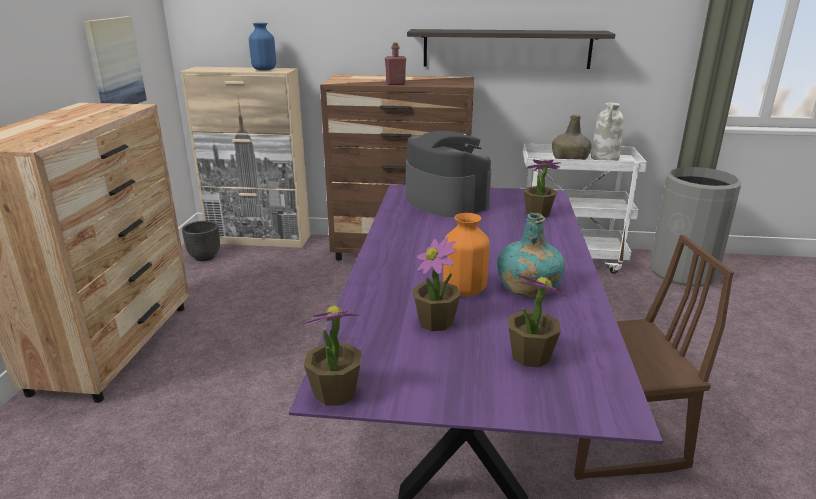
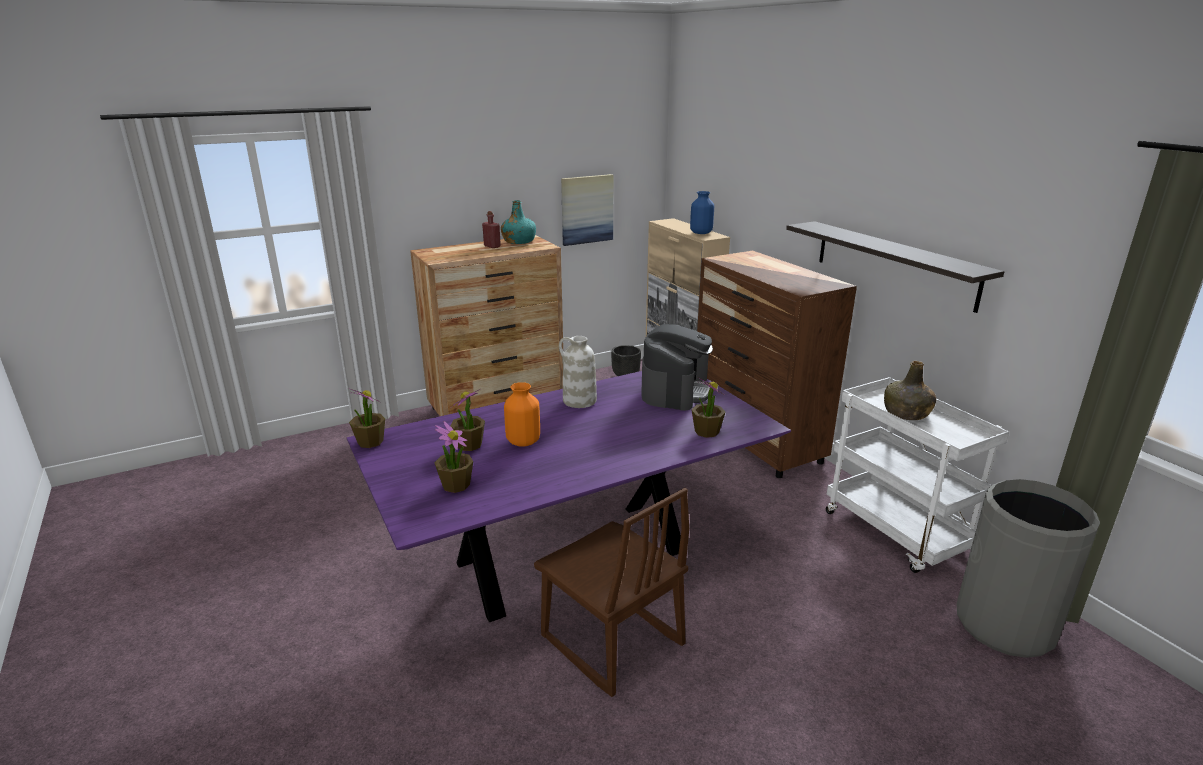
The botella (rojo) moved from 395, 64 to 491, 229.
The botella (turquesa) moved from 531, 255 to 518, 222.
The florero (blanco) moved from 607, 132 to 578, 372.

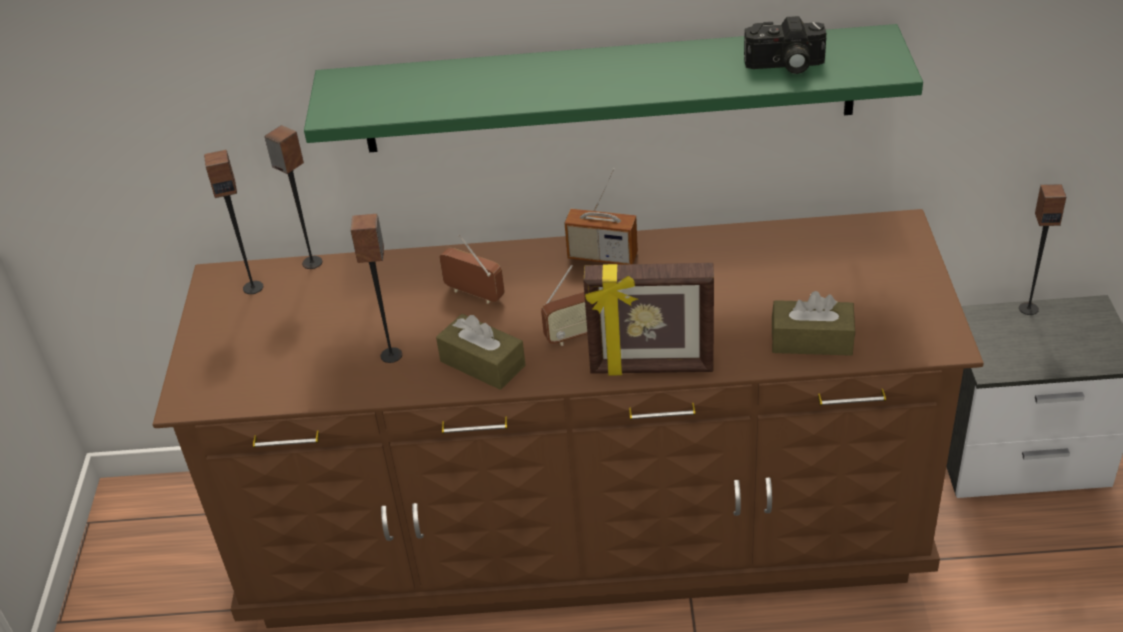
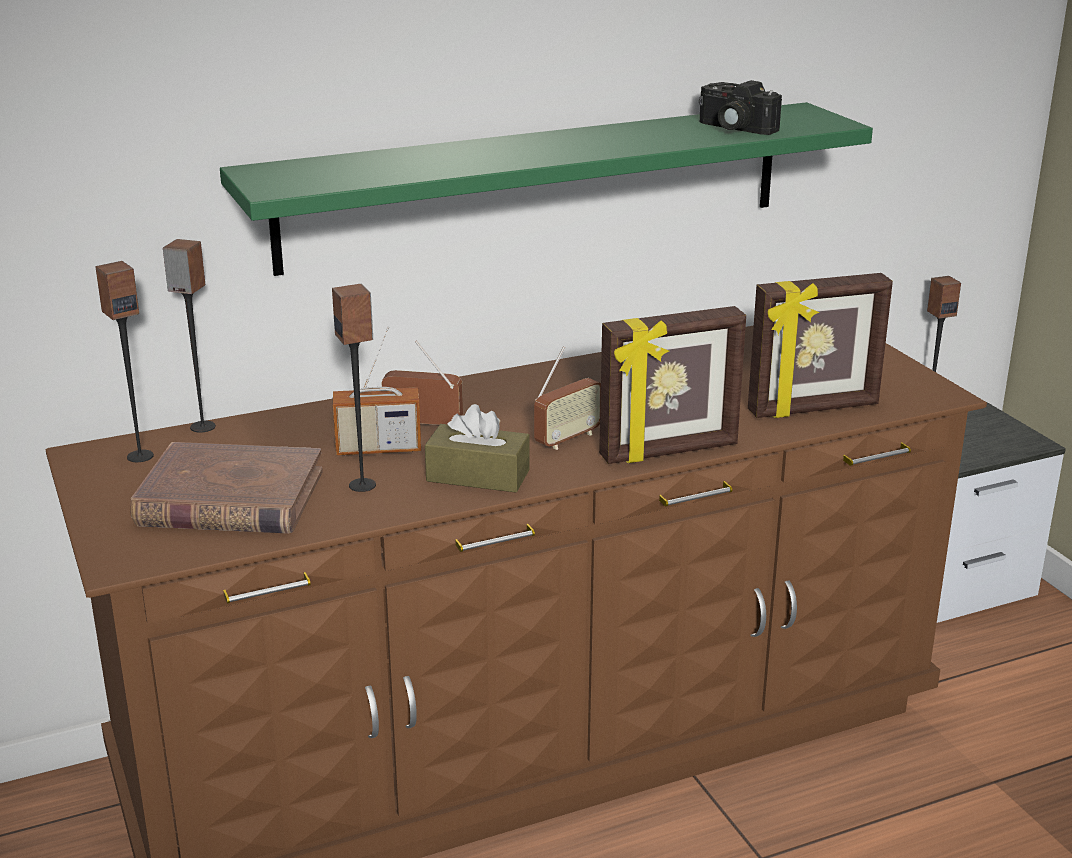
The radio moved from 601, 216 to 377, 391.
The cámara at 785, 45 turned 60 degrees clockwise.
The caja de pañuelos (marrón) at 813, 323 was replaced by the portarretratos at 820, 345.
The libro (marrón) at 226, 488 appeared.

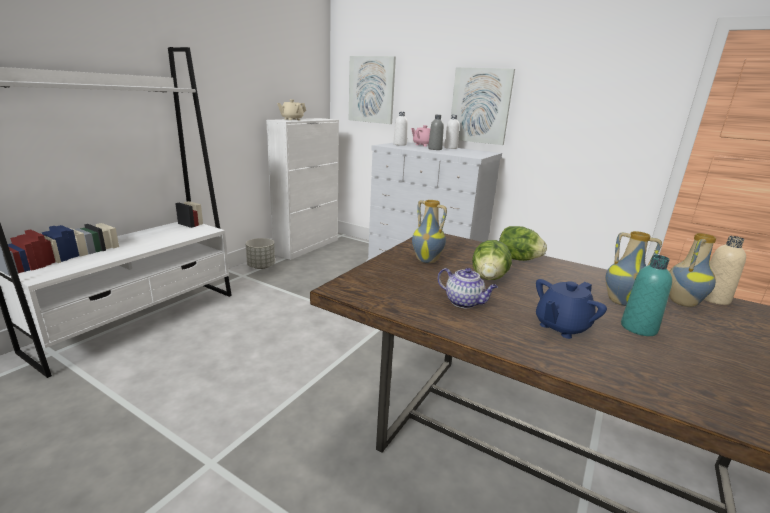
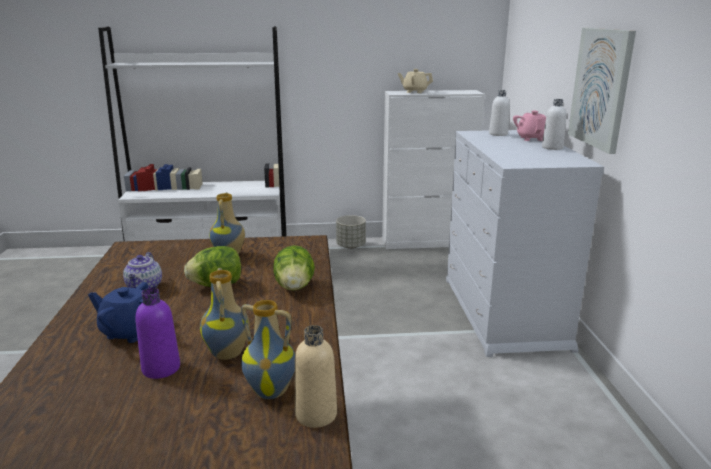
The cuadro at 372, 90 disappeared.
The botella (gris) at 436, 132 disappeared.
The botella (turquesa) at 646, 295 became the botella (morado) at 157, 333.

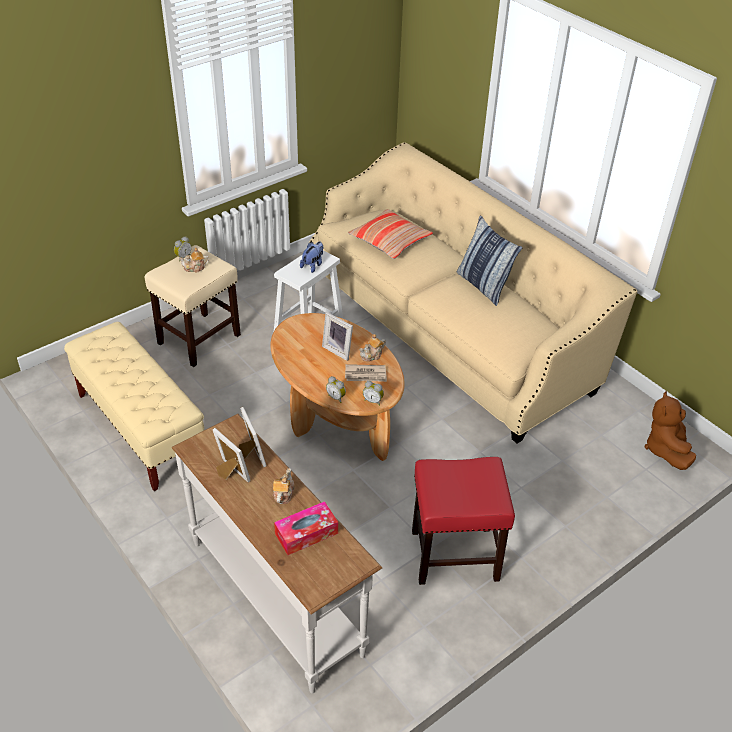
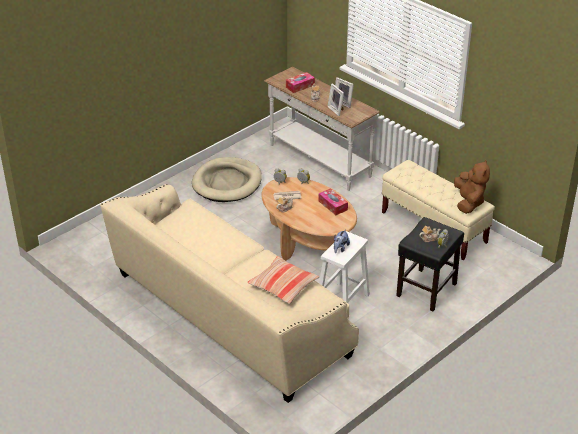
The taburete (beis) at 193, 306 became the taburete (negro) at 430, 264.
The portarretratos at 337, 336 disappeared.
The taburete (rojo) at 463, 521 was replaced by the cama para perro (beis) at 227, 179.
The cojín at 490, 260 disappeared.
The peluche (marrón) moved from 670, 430 to 472, 187.
The caja de pañuelos at 333, 201 appeared.

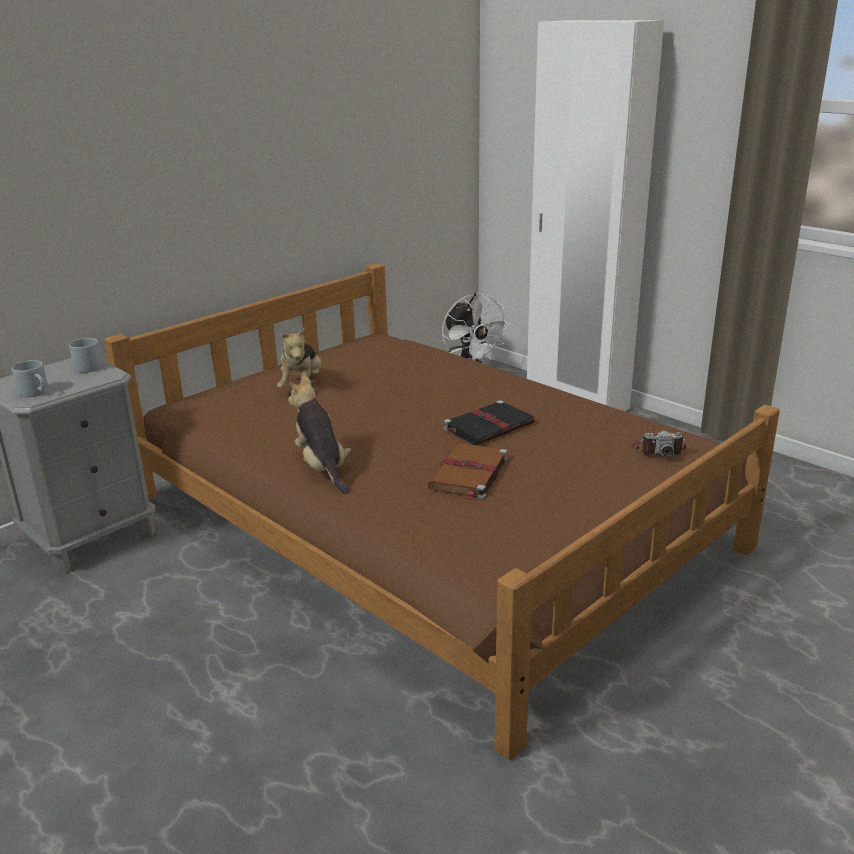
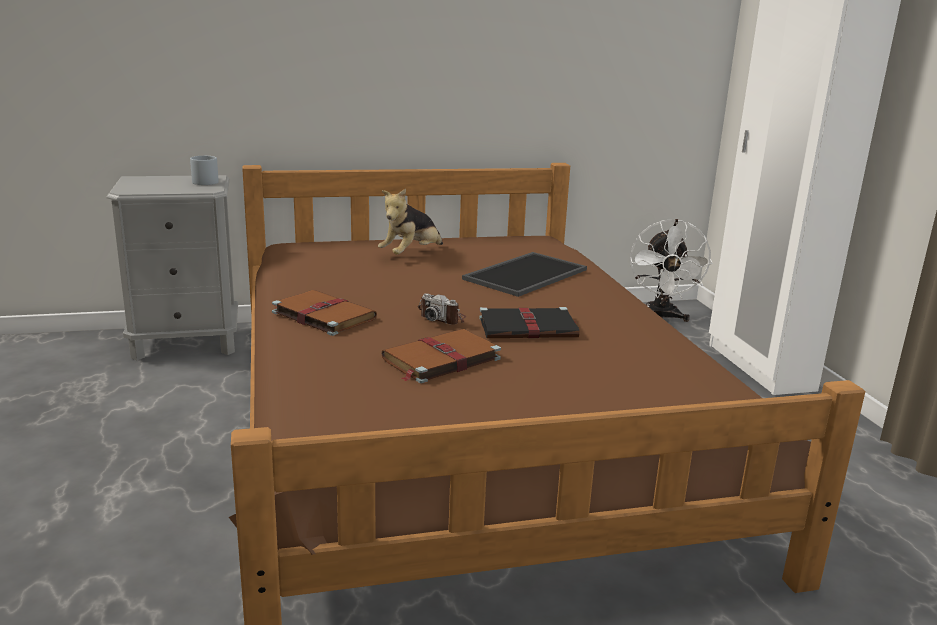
The taza grande (gris) at 30, 378 disappeared.
The peluche at 319, 434 was replaced by the libro (marrón) at 324, 313.
The cámara moved from 658, 443 to 442, 309.
The bandeja at 524, 274 appeared.

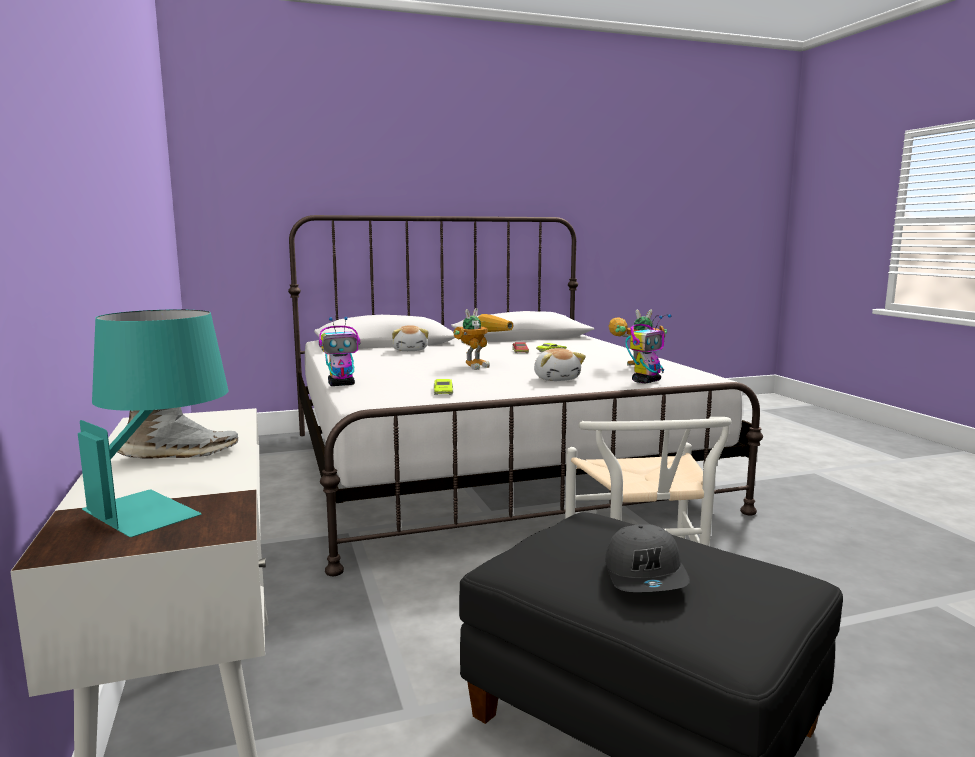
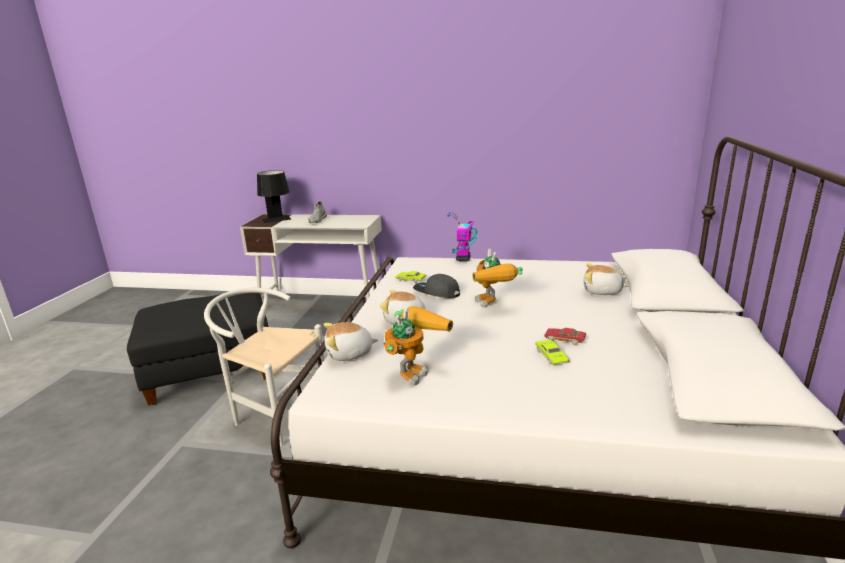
The lámpara de mesa (turquesa) at 153, 423 became the lámpara de mesa (negro) at 274, 196.
The gorra (gris) moved from 647, 558 to 436, 286.
The robot de juguete at 648, 348 was replaced by the peluche at 350, 341.

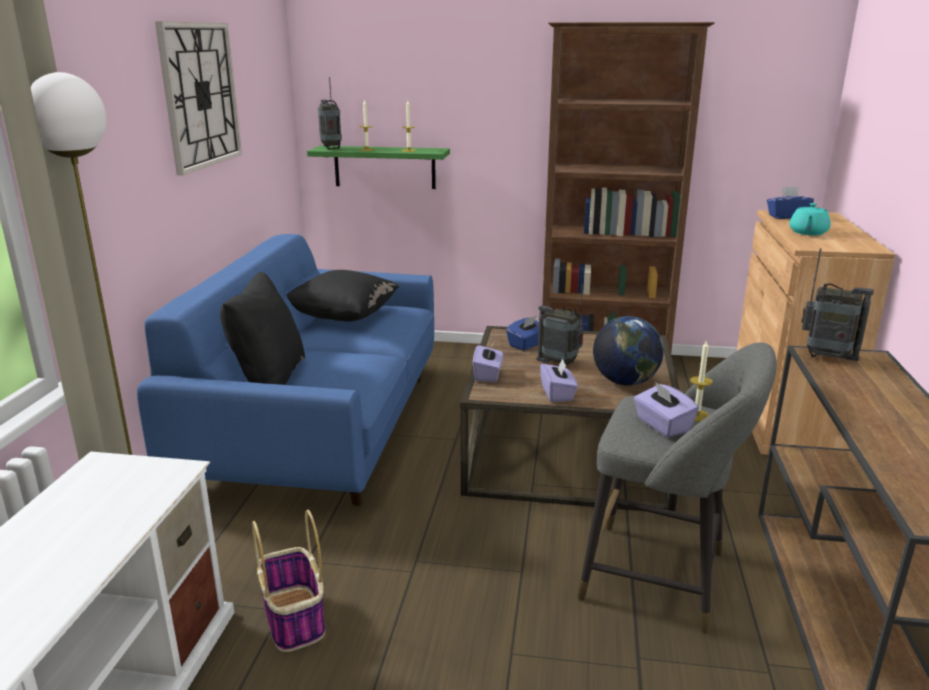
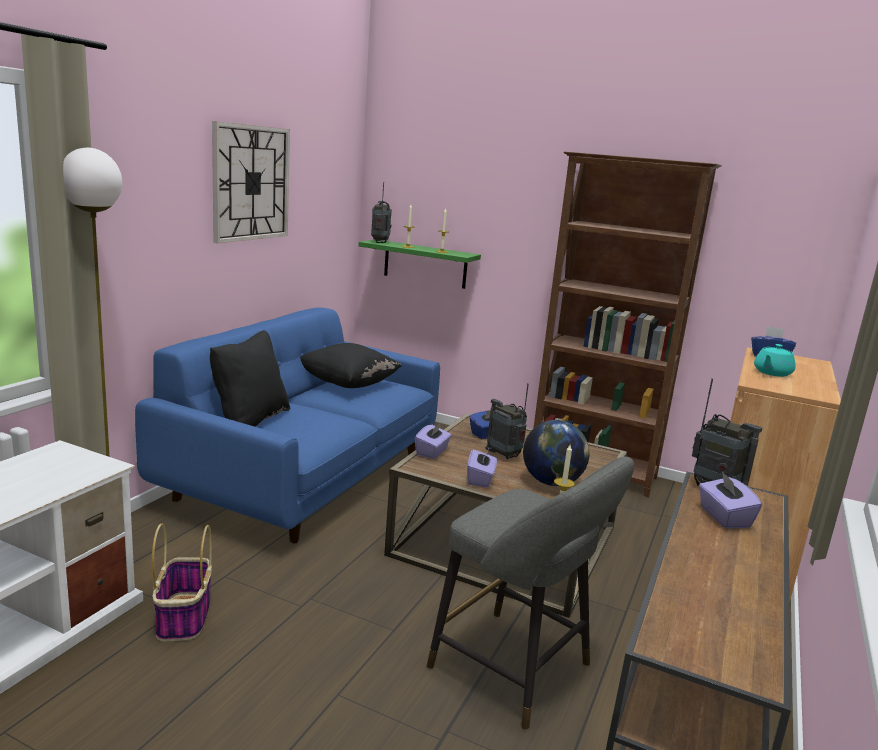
The caja de pañuelos (morado) moved from 666, 409 to 730, 500.

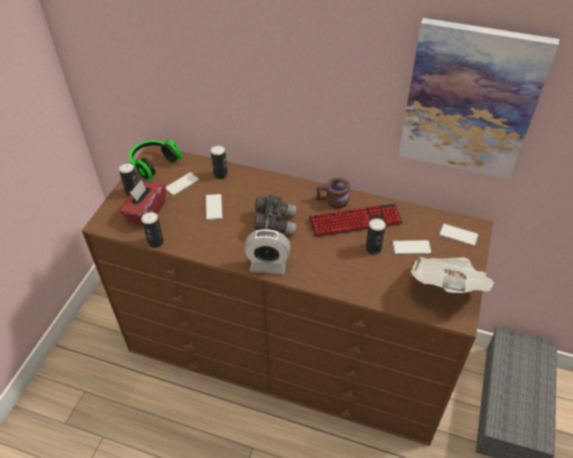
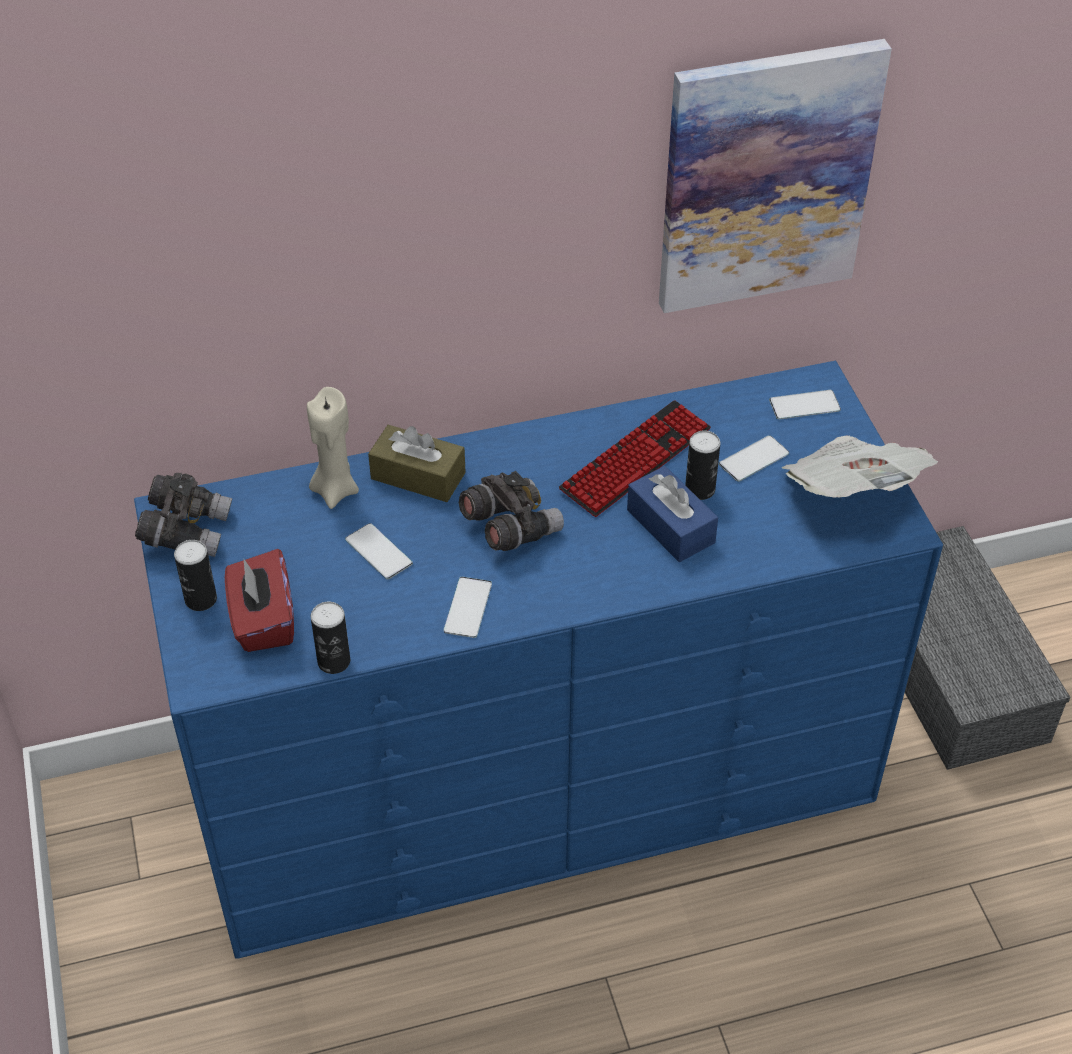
The cómoda (marrón) at 287, 295 became the cómoda (azul) at 538, 660.
The auriculares at 155, 160 was replaced by the prismáticos (gris) at 183, 515.
The móvil moved from 183, 184 to 467, 607.
The lata at 219, 162 was replaced by the vela (beis) at 333, 448.
The despertador at 267, 251 disappeared.
The taza grande (marrón) at 333, 193 disappeared.
The caja de pañuelos (marrón) at 417, 463 appeared.
The caja de pañuelos (azul) at 672, 514 appeared.

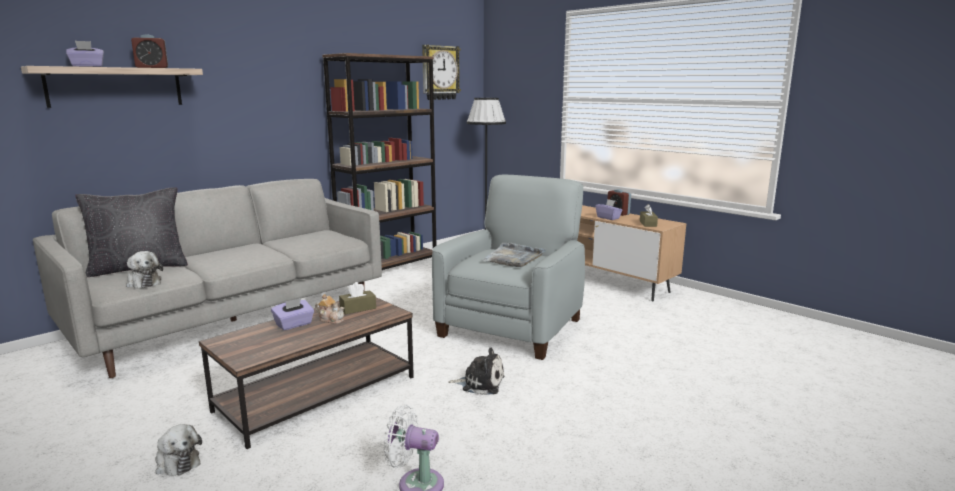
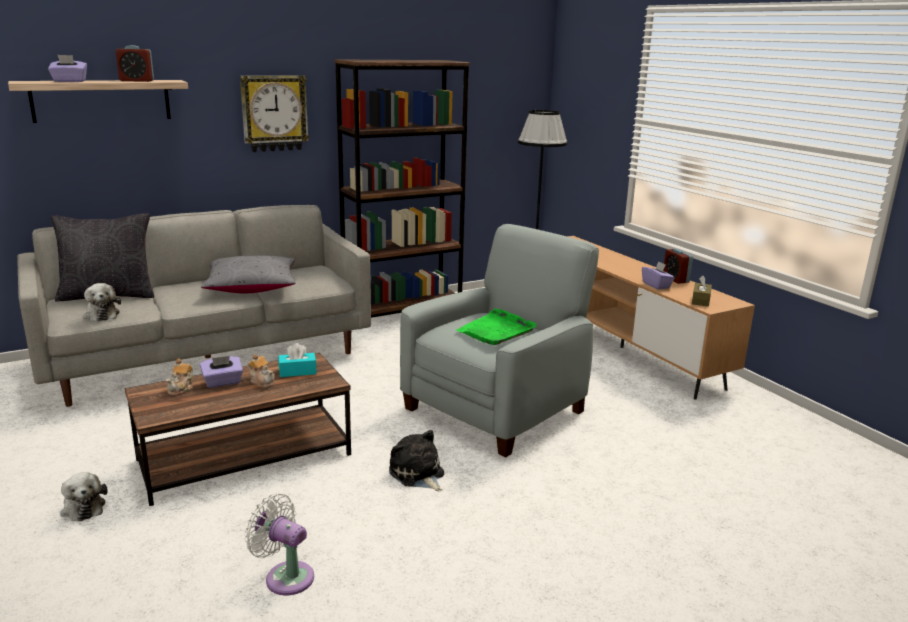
The caja de pañuelos (marrón) at 357, 298 became the caja de pañuelos (turquesa) at 298, 360.
The reloj de pared moved from 441, 72 to 274, 113.
The peluche at 476, 371 turned 150 degrees counterclockwise.
The bandeja (gris) at 514, 255 became the bandeja (verde) at 496, 327.
The tetera at 179, 377 appeared.
The cojín (gris) at 248, 274 appeared.

